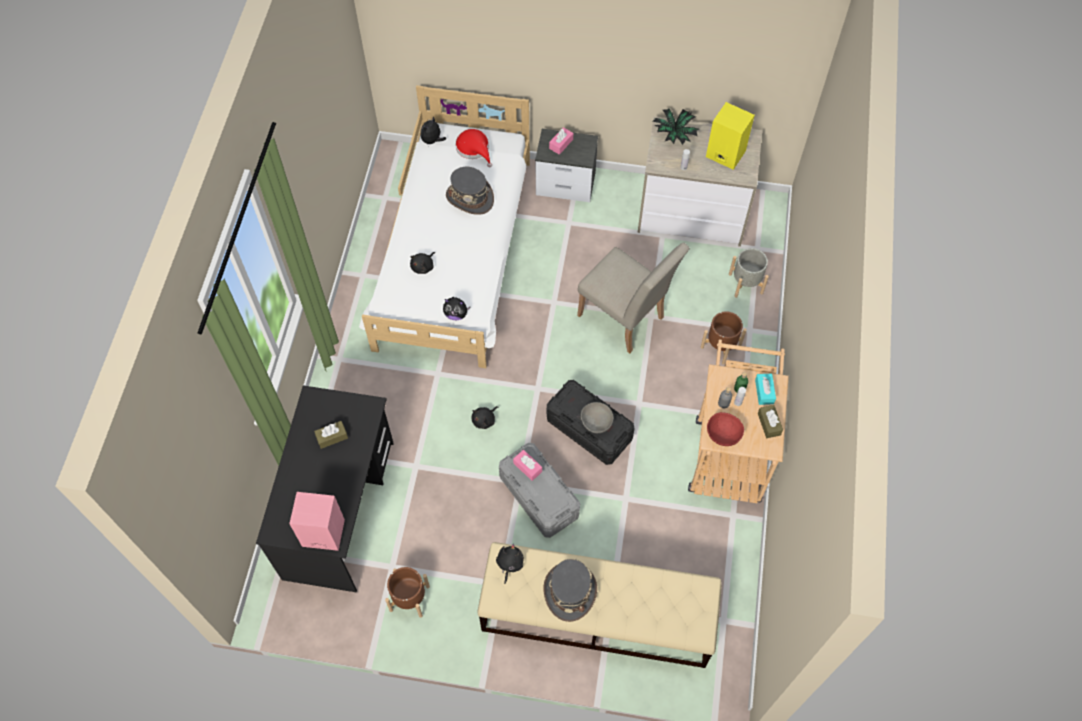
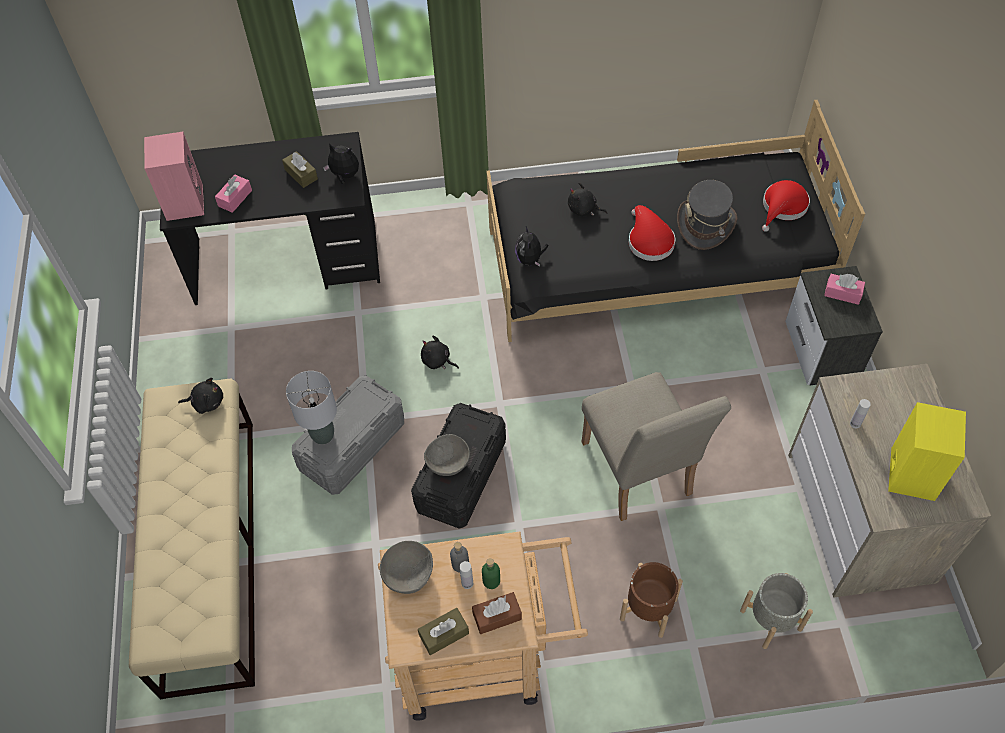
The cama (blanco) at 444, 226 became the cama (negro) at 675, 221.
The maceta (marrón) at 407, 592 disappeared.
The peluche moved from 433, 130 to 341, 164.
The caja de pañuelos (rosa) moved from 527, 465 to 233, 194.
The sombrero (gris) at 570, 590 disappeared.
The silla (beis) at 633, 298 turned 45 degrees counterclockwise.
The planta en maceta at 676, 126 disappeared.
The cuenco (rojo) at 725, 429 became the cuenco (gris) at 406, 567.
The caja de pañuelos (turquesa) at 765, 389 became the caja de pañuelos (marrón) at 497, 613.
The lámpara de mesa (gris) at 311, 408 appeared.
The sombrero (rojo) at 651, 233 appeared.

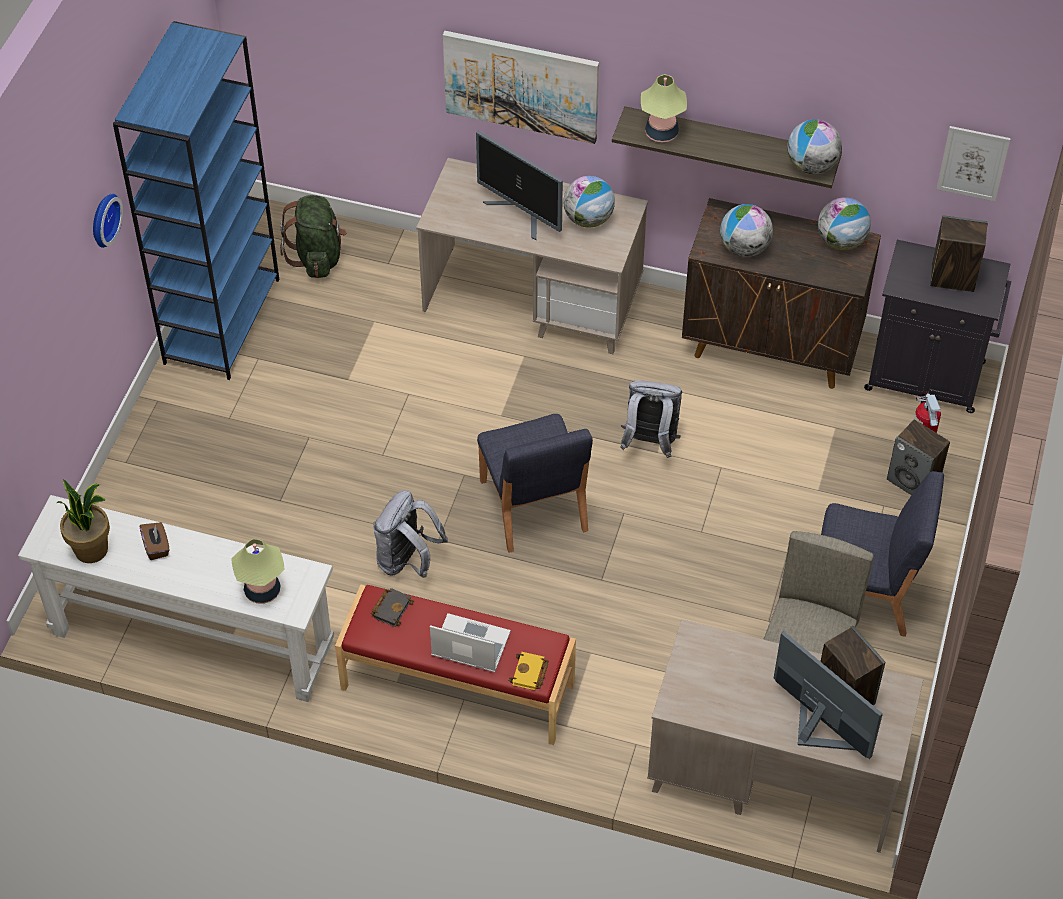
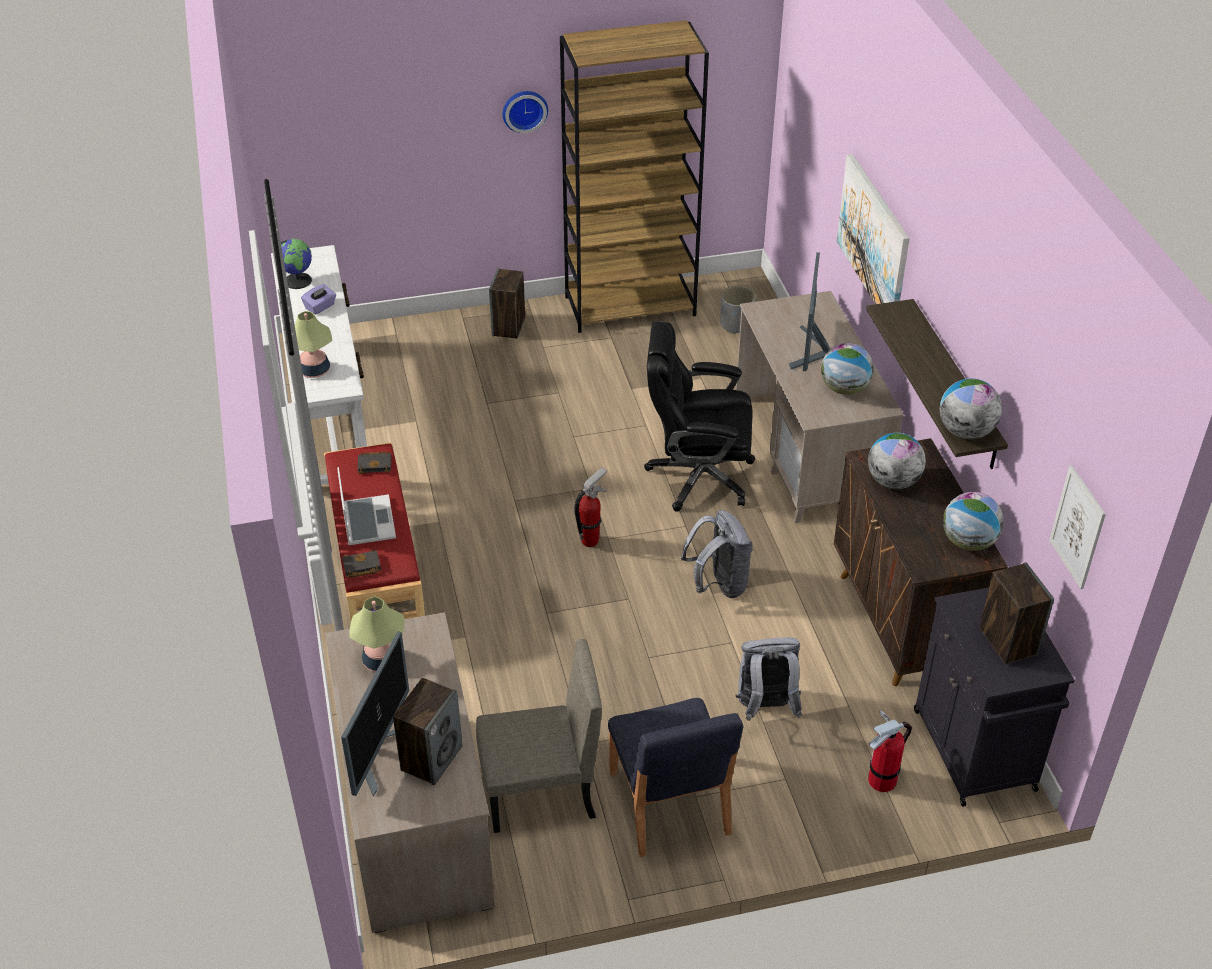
The planta en maceta at 83, 521 was replaced by the globo terráqueo at 296, 264.
The estantería (azul) at 196, 200 became the estantería (marrón) at 634, 176.
The caja de pañuelos (marrón) at 155, 541 became the caja de pañuelos (morado) at 318, 299.
The mochila (verde) at 313, 236 was replaced by the maceta (gris) at 738, 310.
The mochila (gris) moved from 410, 534 to 768, 679.
The silla (azul) at 535, 483 was replaced by the extintor at 591, 507.
The libro (amarillo) at 528, 671 became the libro (negro) at 361, 563.
The lámpara de mesa moved from 664, 108 to 377, 634.
The altavoz moved from 918, 457 to 507, 303.
The silla de oficina (negro) at 699, 416 appeared.

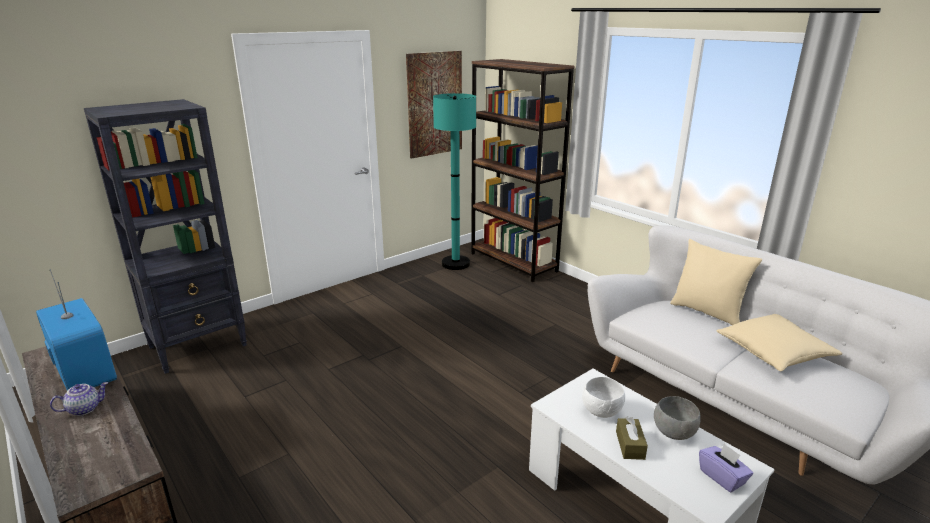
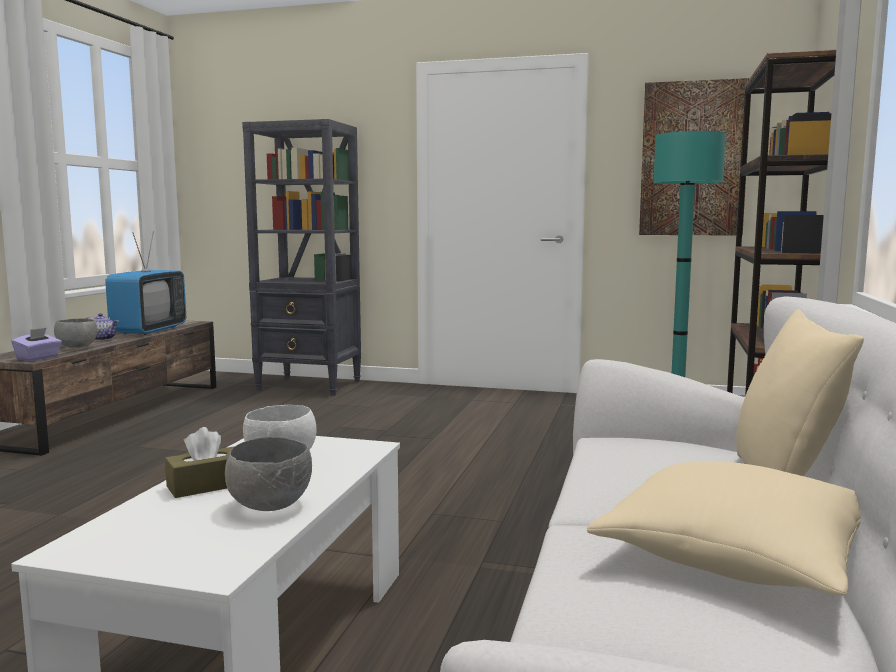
The caja de pañuelos (morado) moved from 726, 467 to 36, 344.
The cuenco (gris) at 75, 333 appeared.

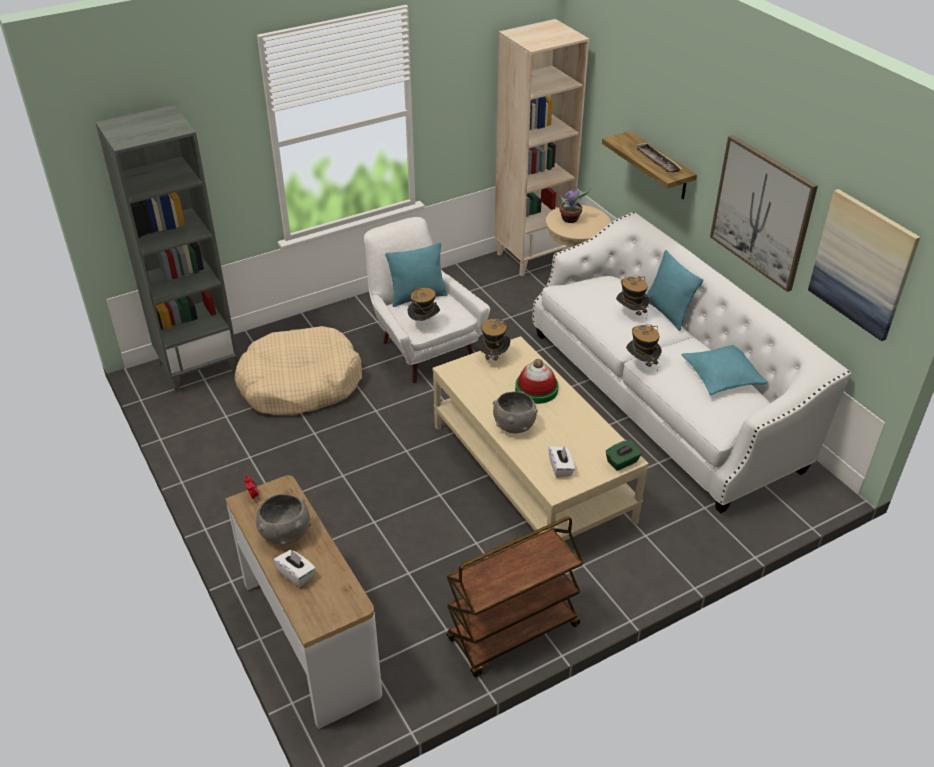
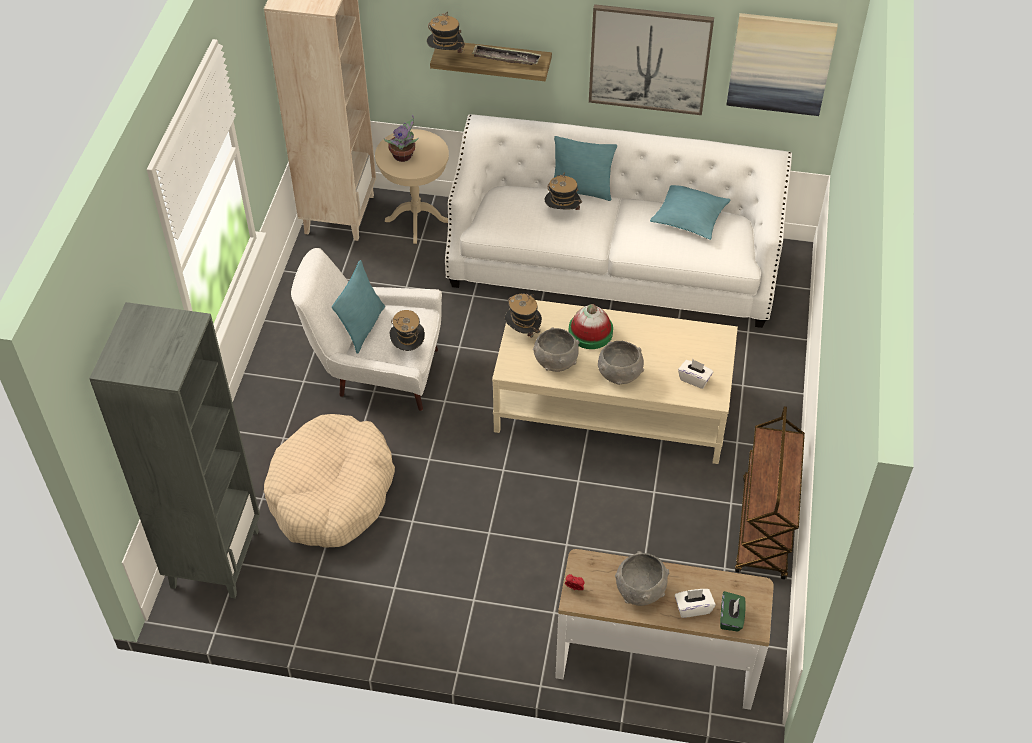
The caja de pañuelos (verde) moved from 624, 455 to 733, 611.
The sombrero moved from 644, 347 to 446, 32.
The cuenco (gris) at 556, 349 appeared.

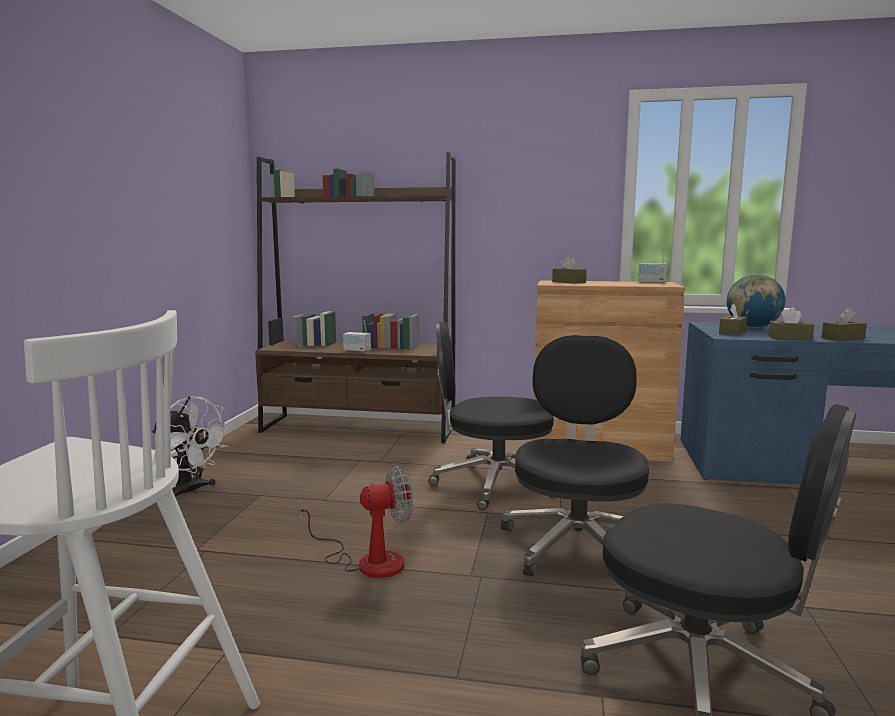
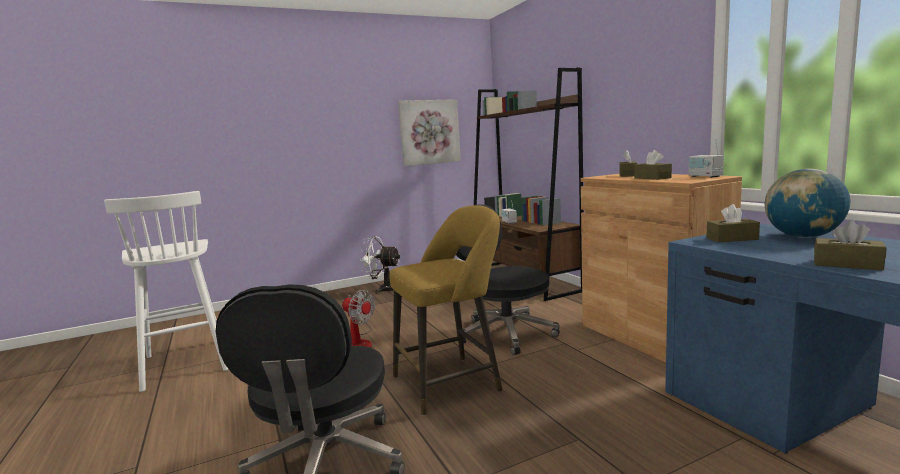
The ventilador (blanco) at 191, 446 turned 105 degrees clockwise.
The silla de oficina (negro) at 575, 456 was replaced by the taburete (amarillo) at 445, 310.
The caja de pañuelos (marrón) moved from 791, 323 to 653, 165.
The cuadro at 429, 132 appeared.

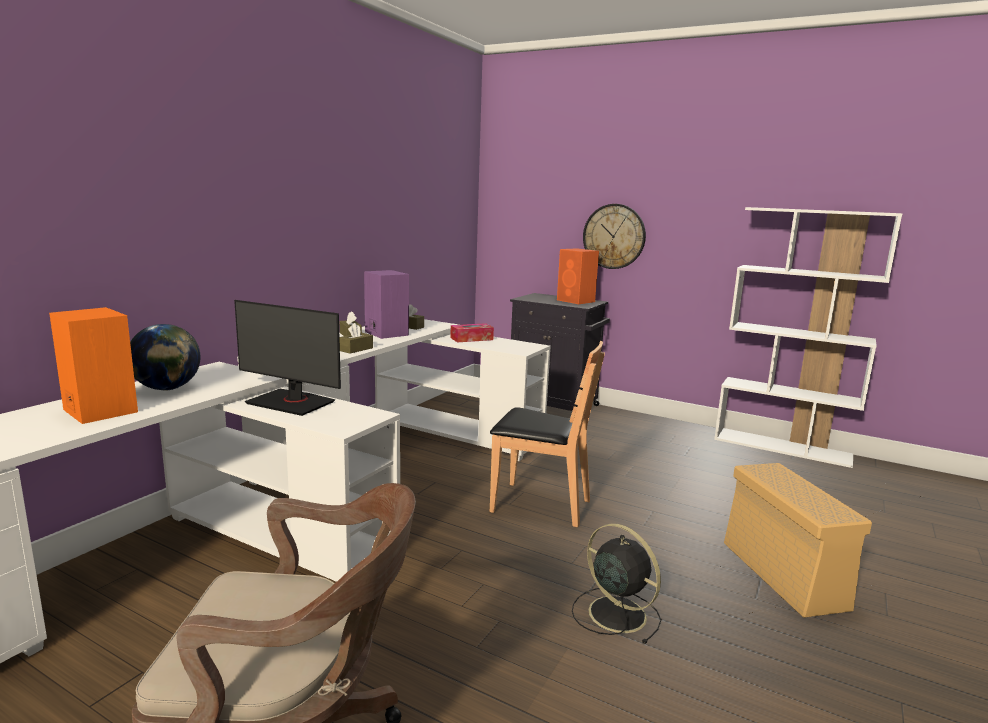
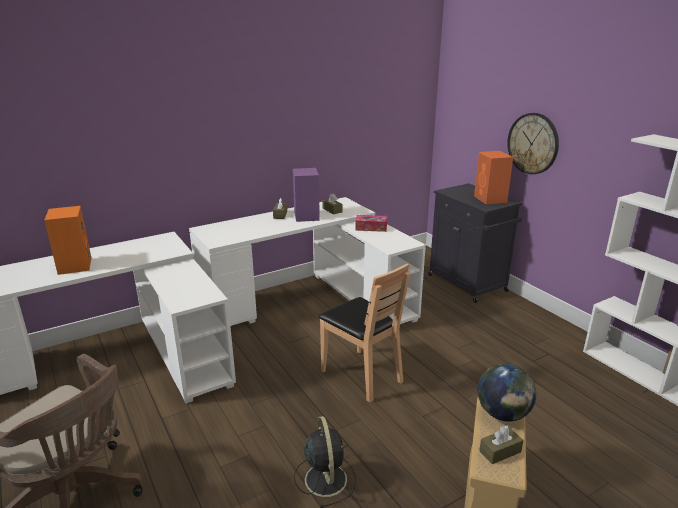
The globo terráqueo moved from 165, 357 to 507, 392.
The monitor at 287, 358 disappeared.
The caja de pañuelos (marrón) moved from 356, 338 to 501, 445.

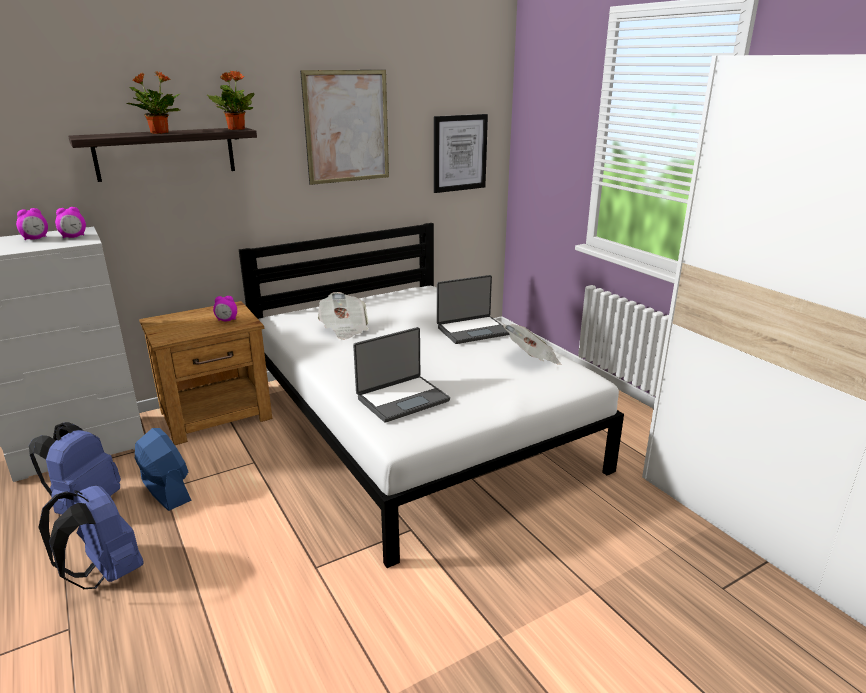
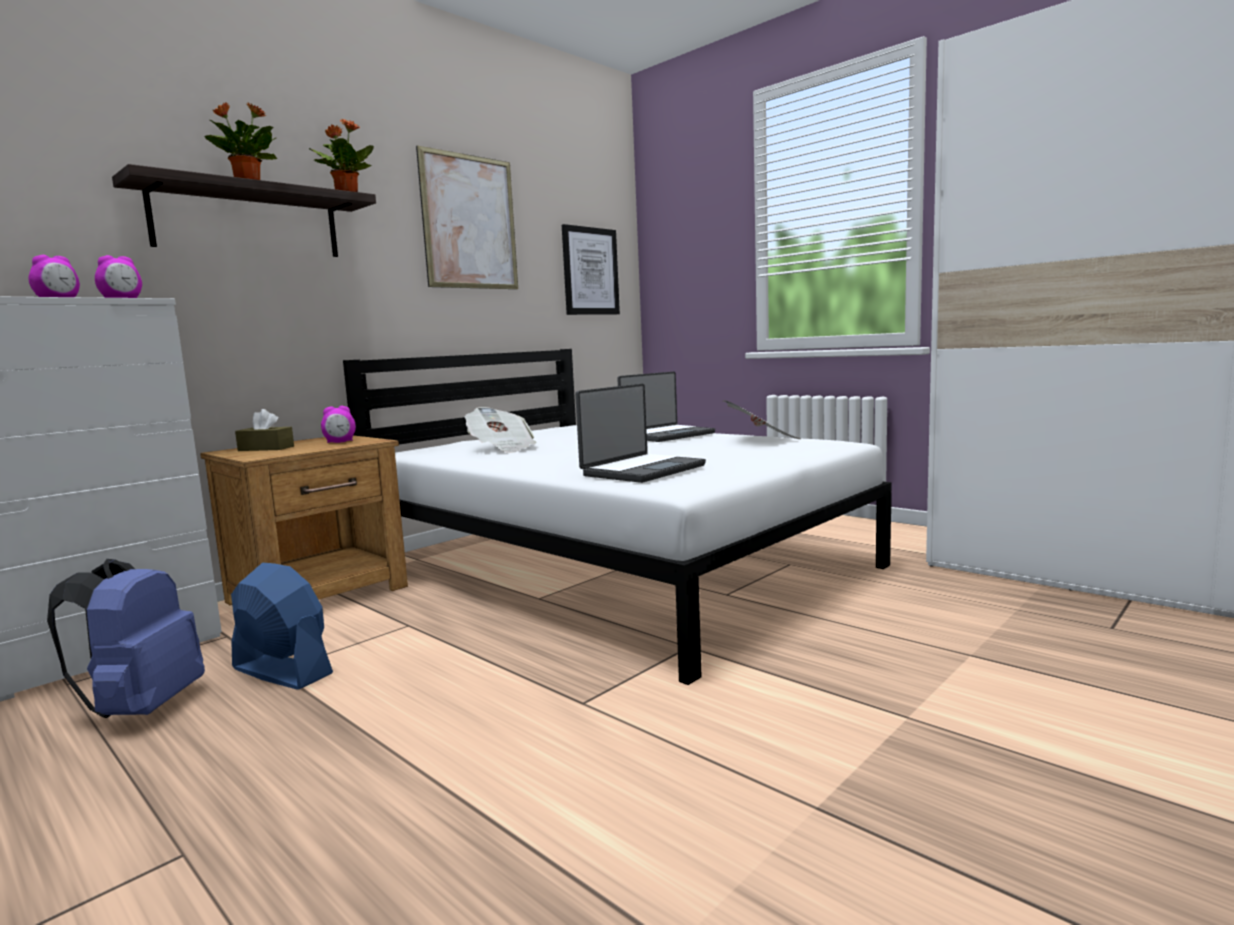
The mochila (azul) at 91, 537 disappeared.
The caja de pañuelos (marrón) at 264, 430 appeared.

